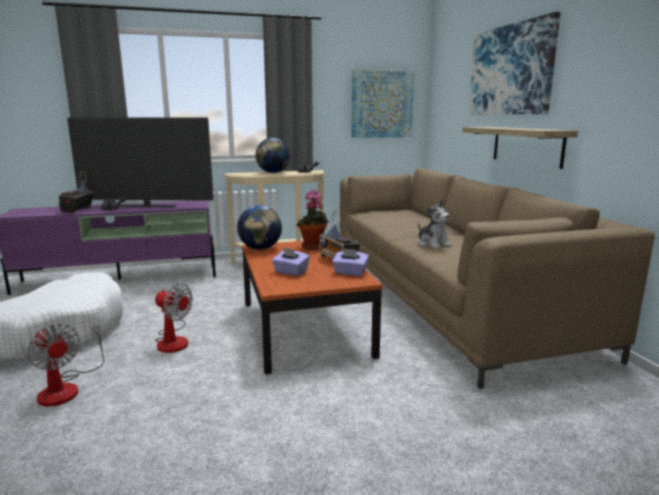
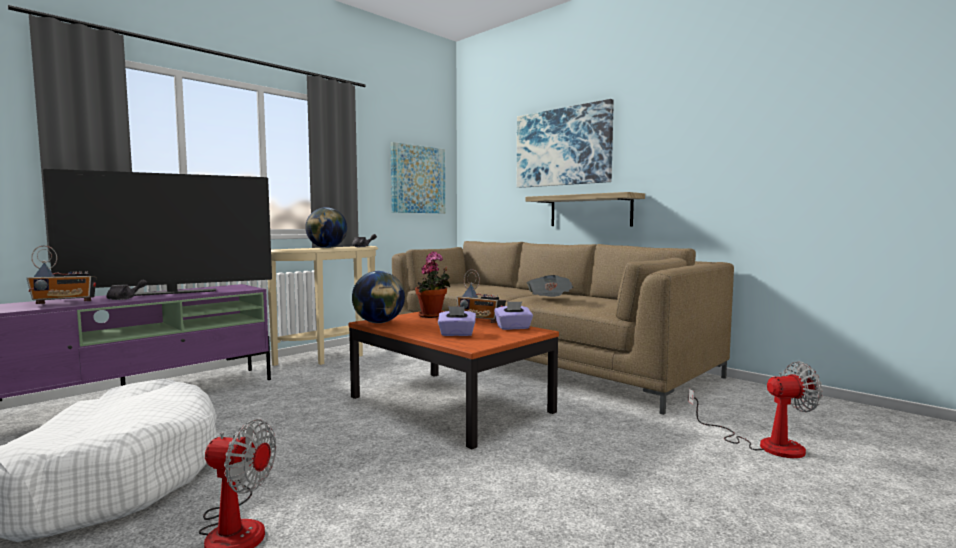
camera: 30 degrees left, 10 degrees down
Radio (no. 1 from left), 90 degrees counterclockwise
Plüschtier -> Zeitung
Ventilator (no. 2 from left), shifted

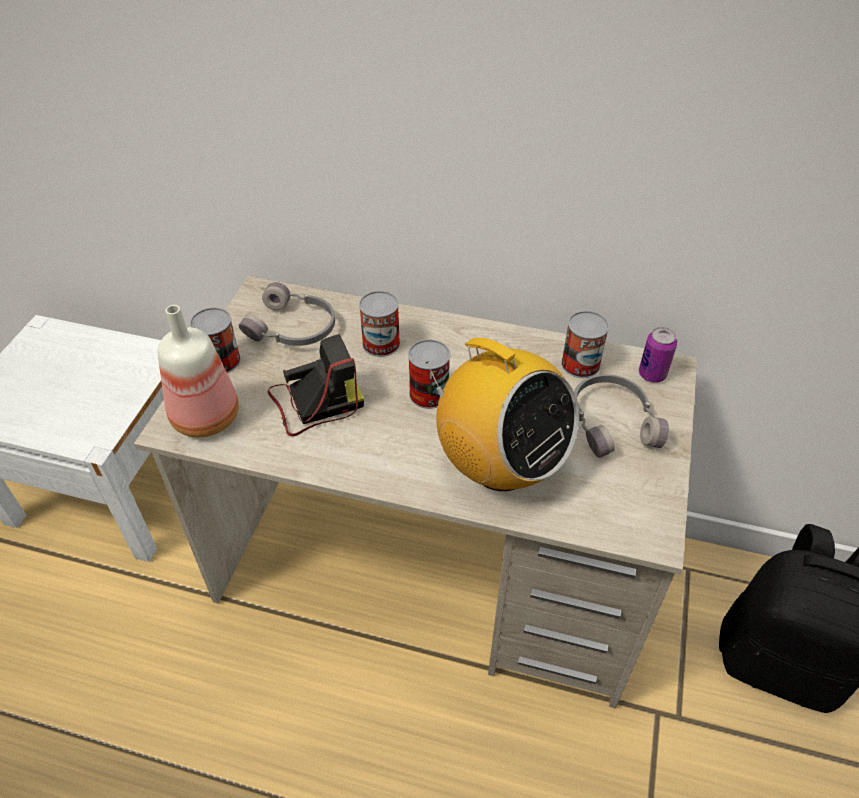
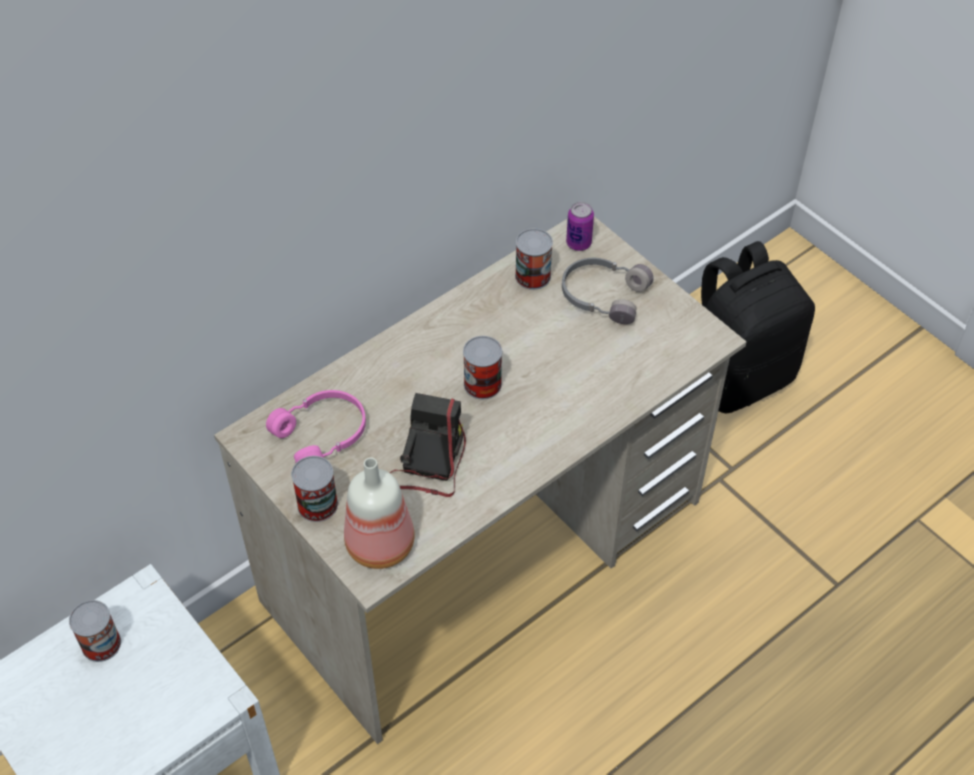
camera: 55 degrees left, 5 degrees up
Kopfhörer/grau (no. 1 from left) -> Kopfhörer/rosa
Dose (no. 2 from left in the first image) -> Dose (no. 1 from left), shifted
Radio -> none

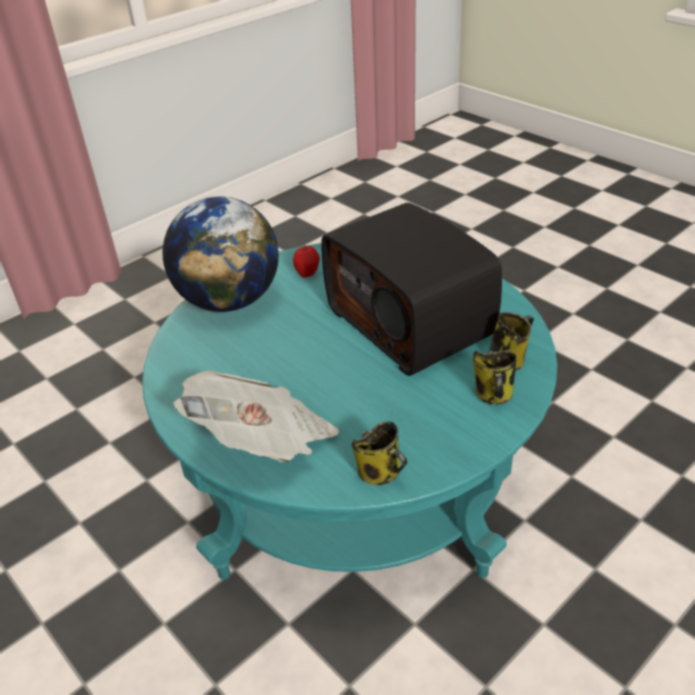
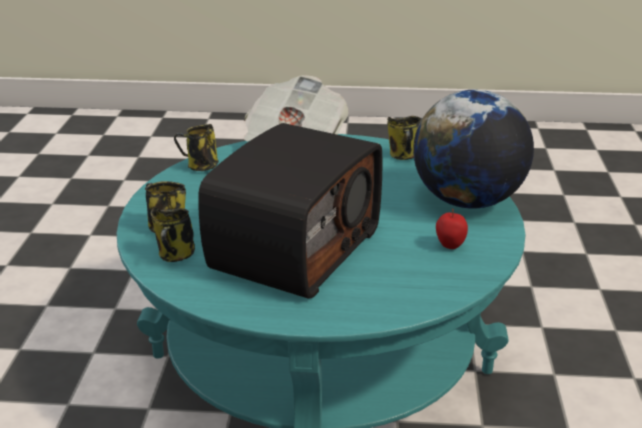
camera: 135 degrees right, 10 degrees down
Radio, 105 degrees clockwise
none -> Henkelbecher (no. 4 from left)

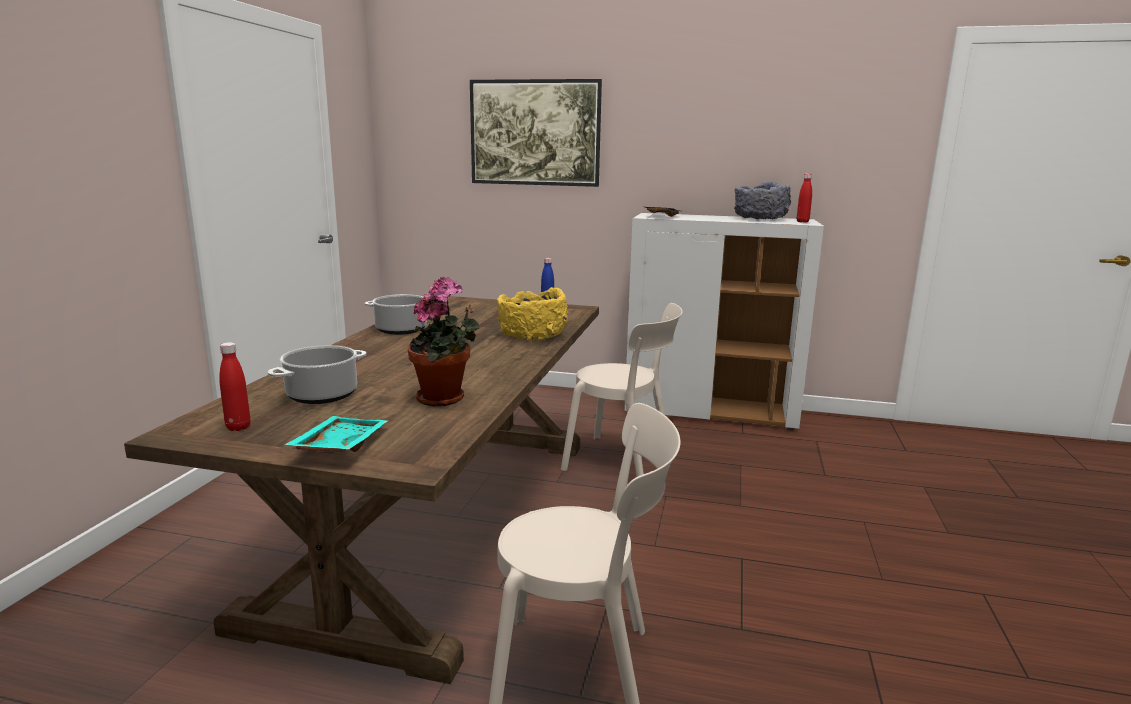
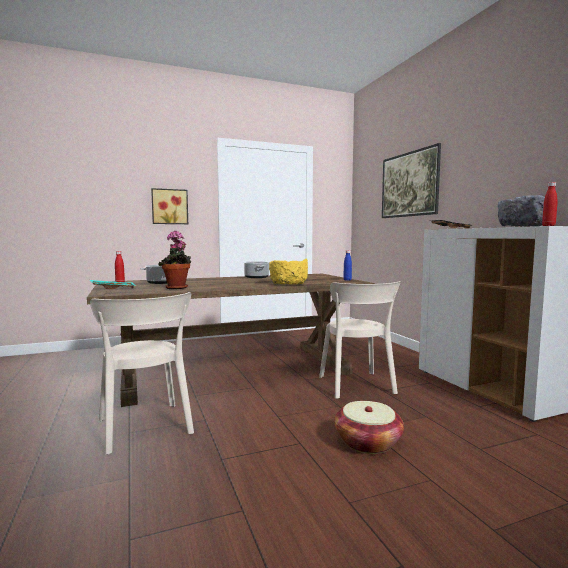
camera: 55 degrees right, 10 degrees down
none -> Bild (no. 1 from left)
none -> Korb

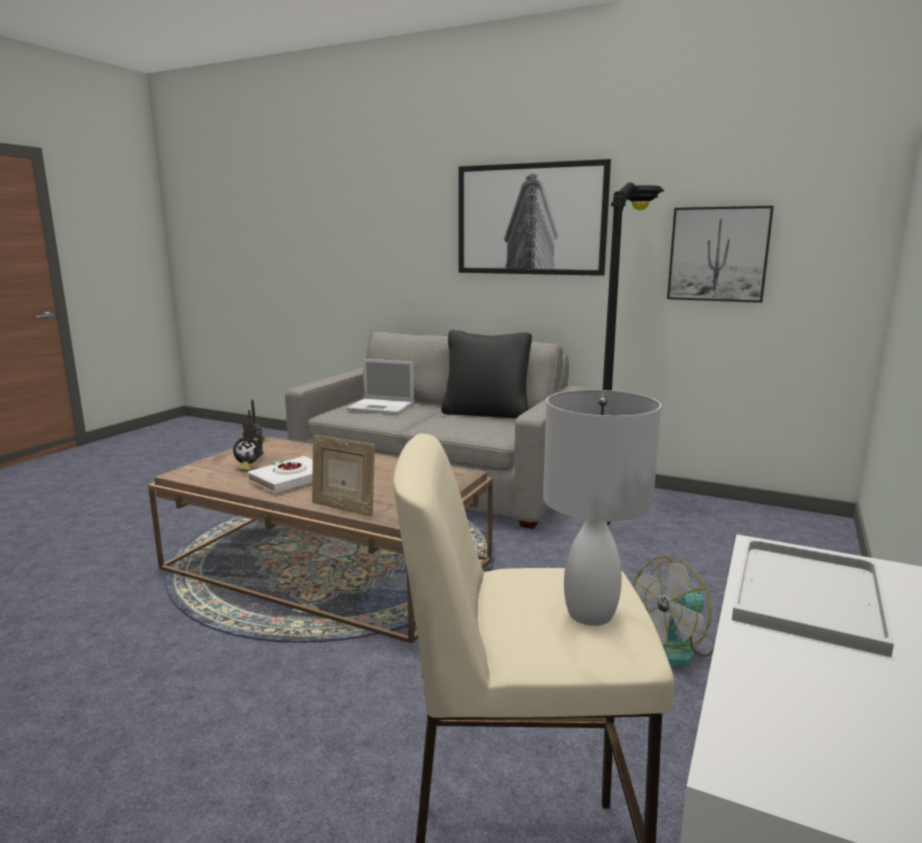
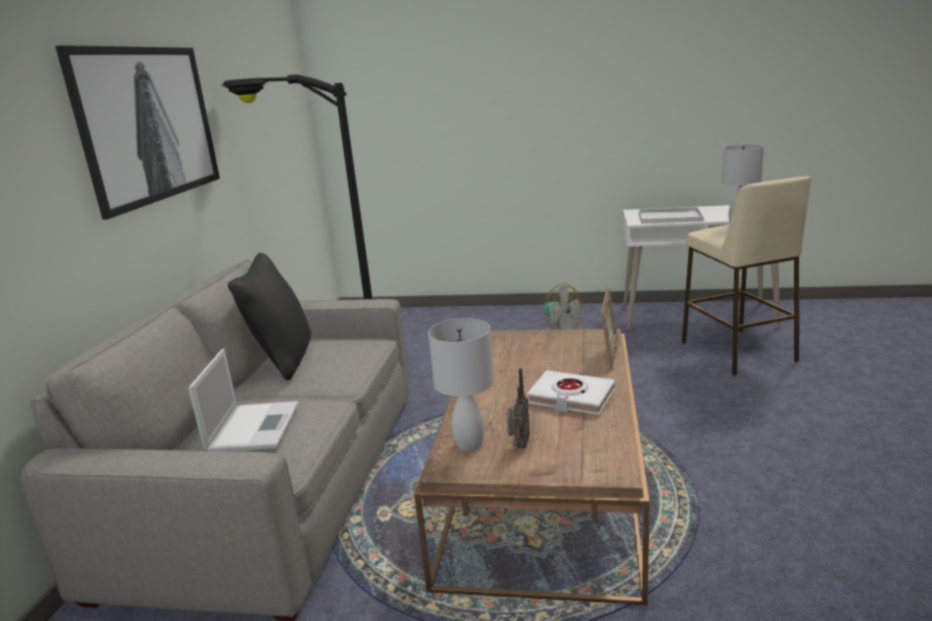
camera: 105 degrees left, 5 degrees up
Bild (no. 2 from left) -> none
Wecker -> none
none -> Tischlampe/weiß (no. 1 from left)

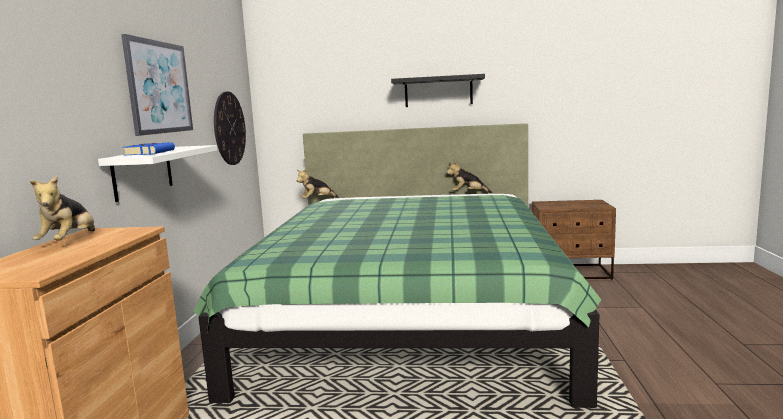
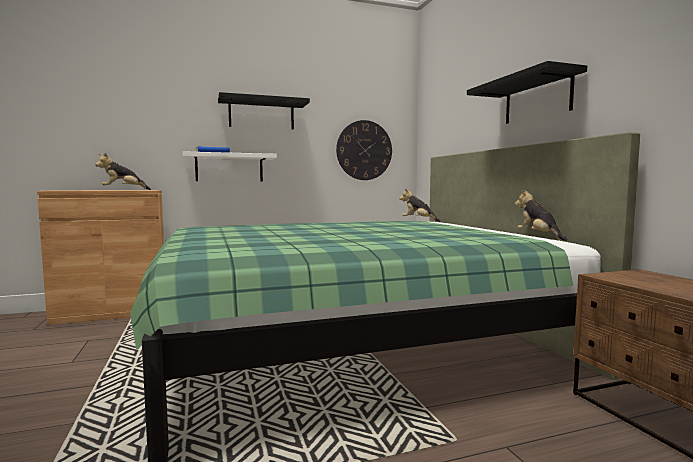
camera: 65 degrees right, 5 degrees down
Bild -> Wandregal/schwarz (no. 1 from left)

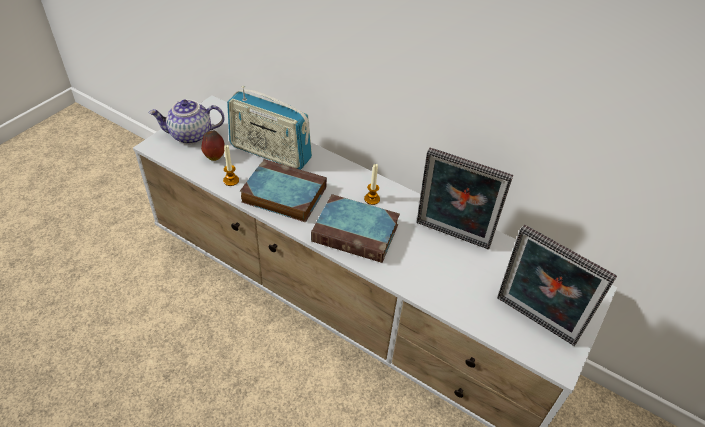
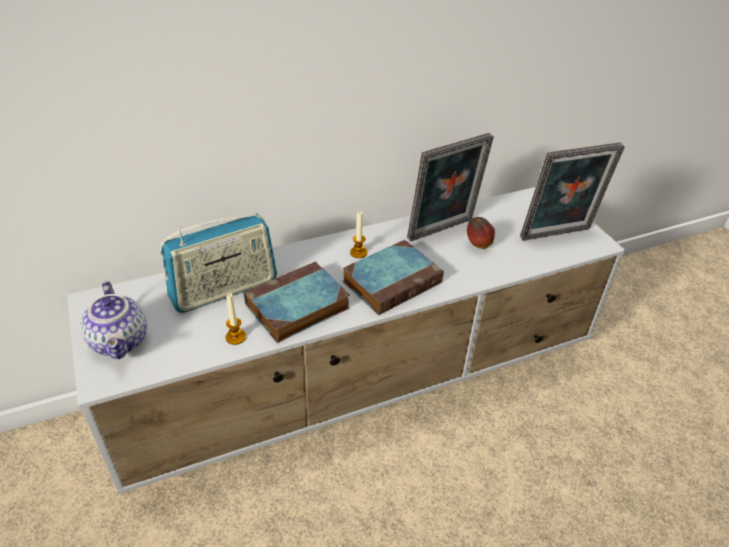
camera: 55 degrees left, 5 degrees down
Teekanne, 45 degrees counterclockwise
Apfel, shifted

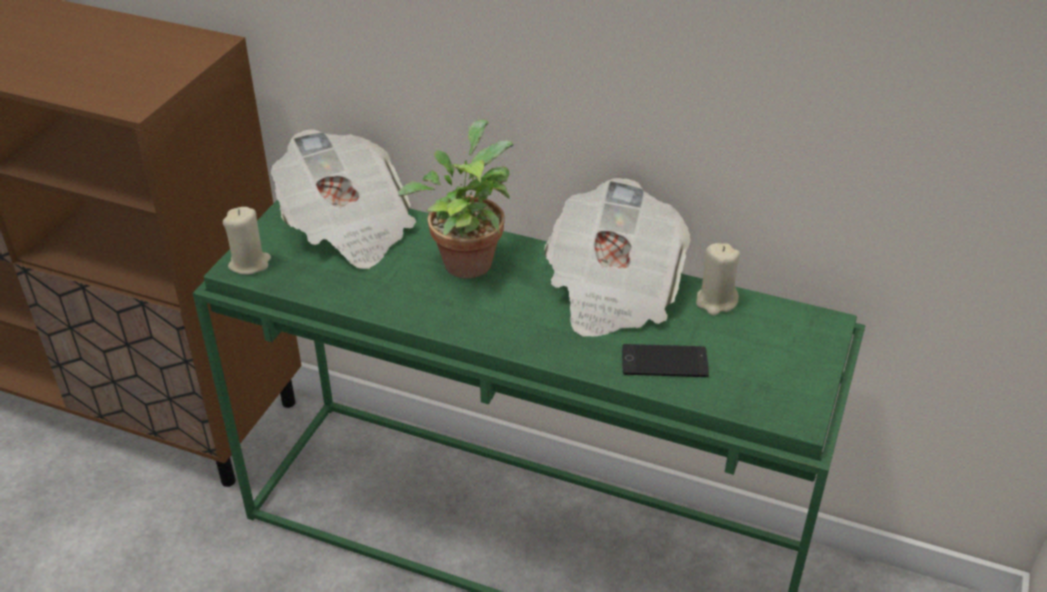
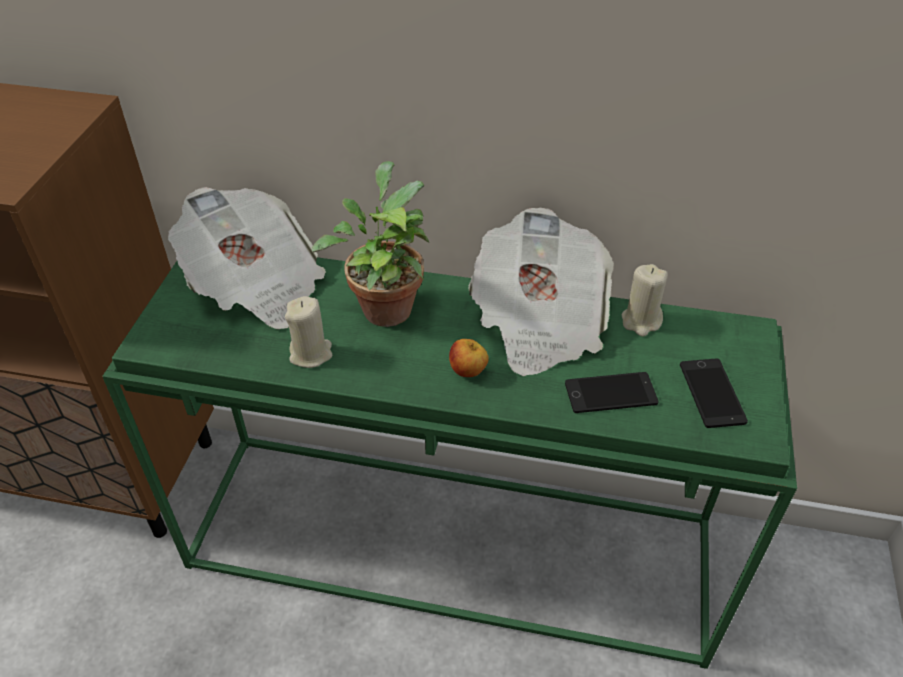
camera: 10 degrees left, 5 degrees up
Kerze/beige (no. 1 from left), shifted
none -> Apfel
none -> Handy (no. 2 from left)

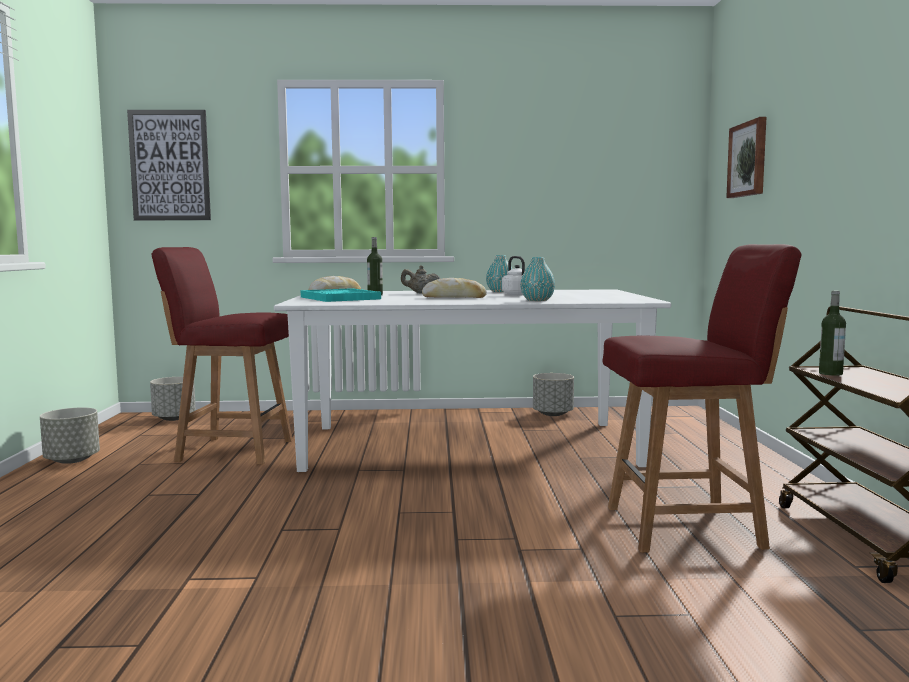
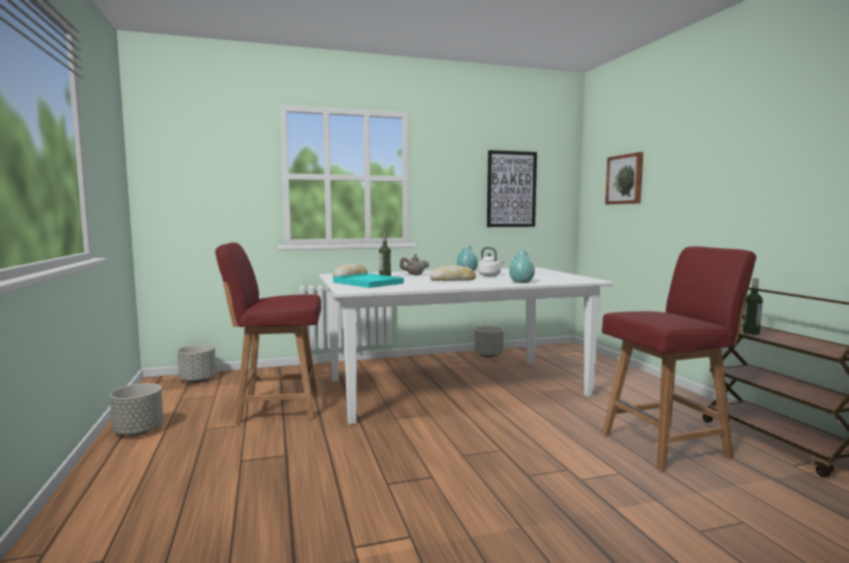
camera: 15 degrees left, 0 degrees up
Bild (no. 1 from left), shifted

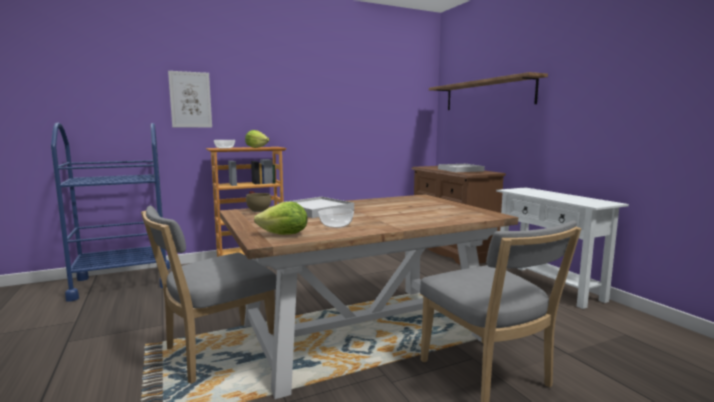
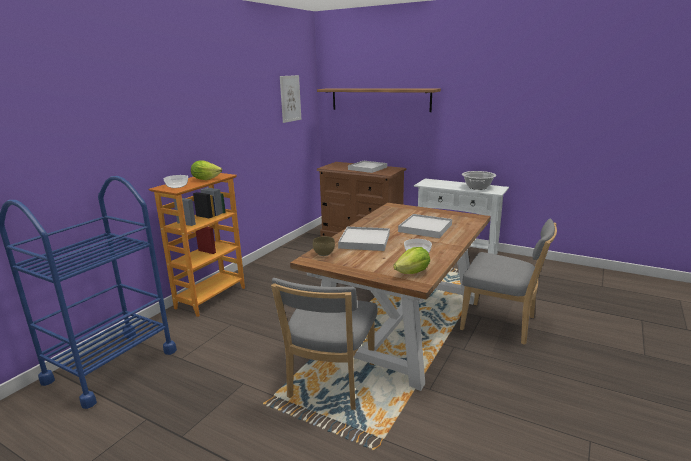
camera: 35 degrees left, 10 degrees up
Bild, shifted
none -> Kochtopf
none -> Tablett/weiß (no. 3 from left)

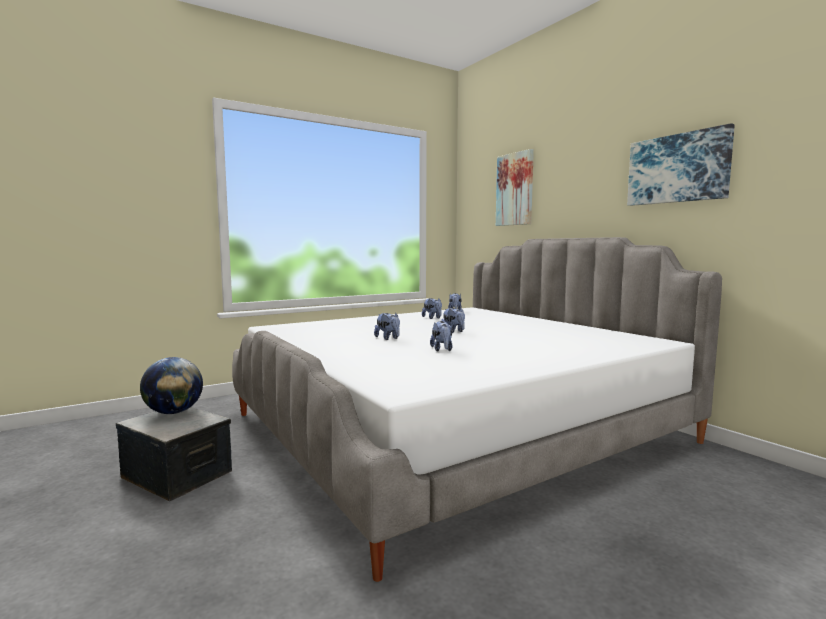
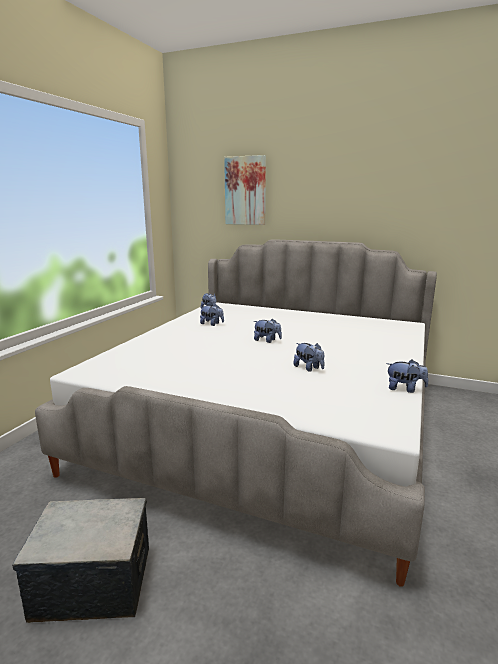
camera: 35 degrees left, 10 degrees up
Bild (no. 2 from left) -> none
Plüschtier (no. 1 from left in the first image) -> Plüschtier (no. 5 from left), shifted
Globus -> none

